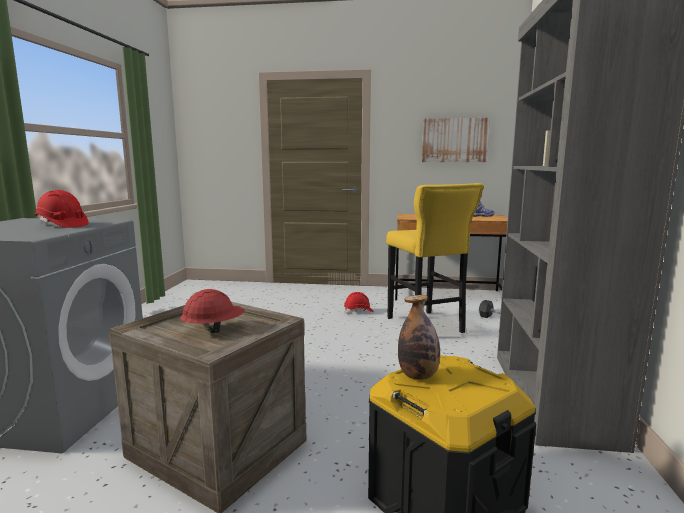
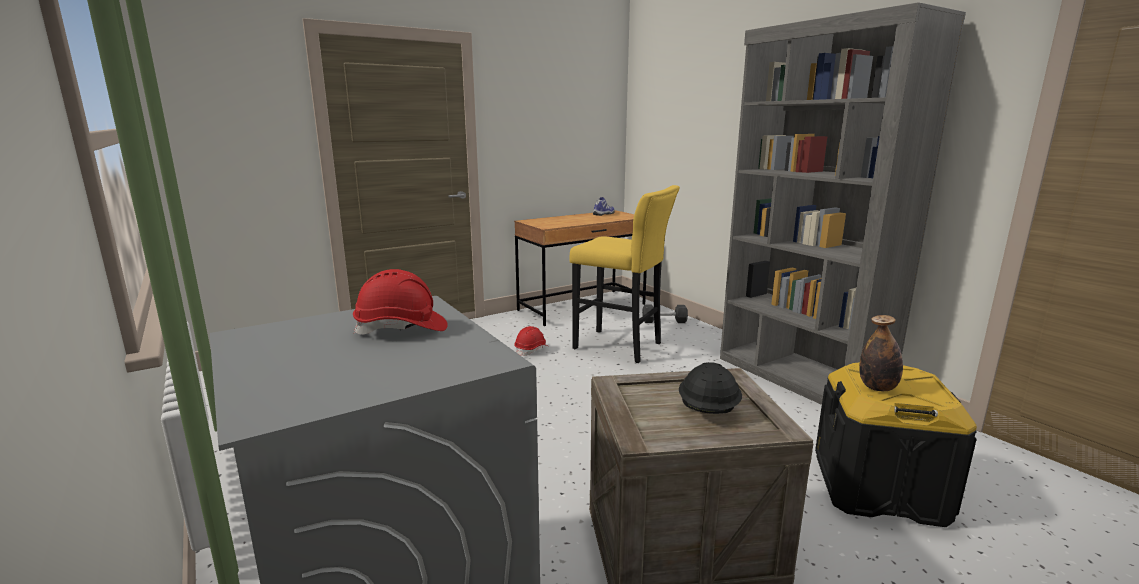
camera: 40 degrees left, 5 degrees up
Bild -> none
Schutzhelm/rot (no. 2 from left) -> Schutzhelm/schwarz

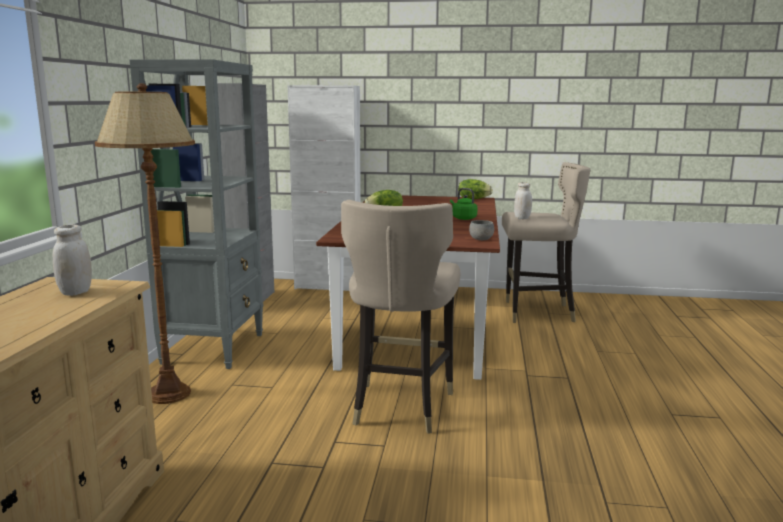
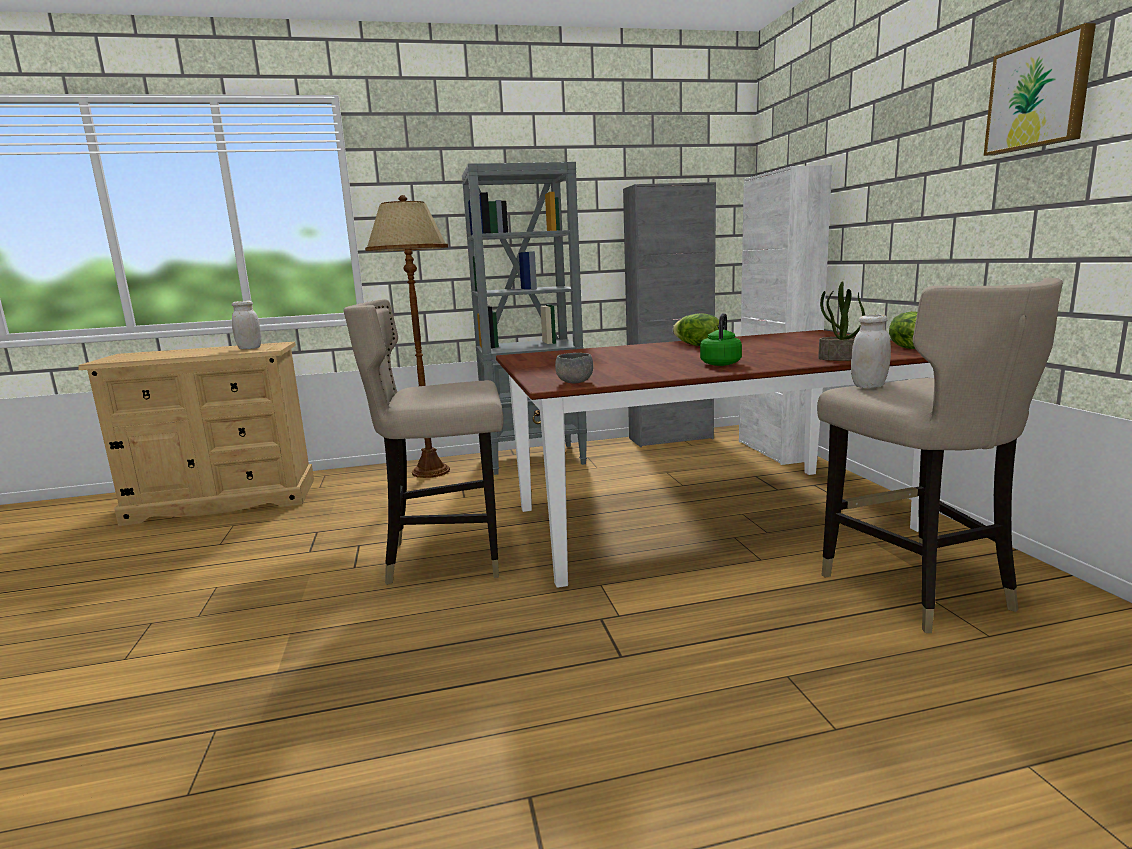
camera: 70 degrees right, 0 degrees up
none -> Bild
none -> Topfpflanze

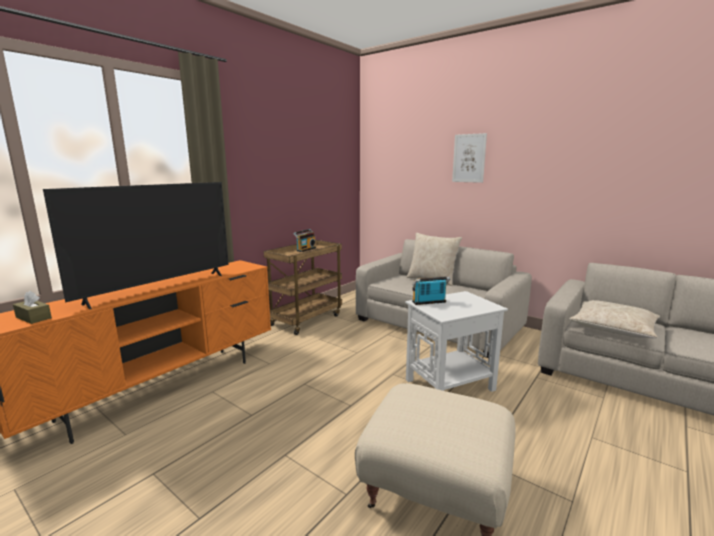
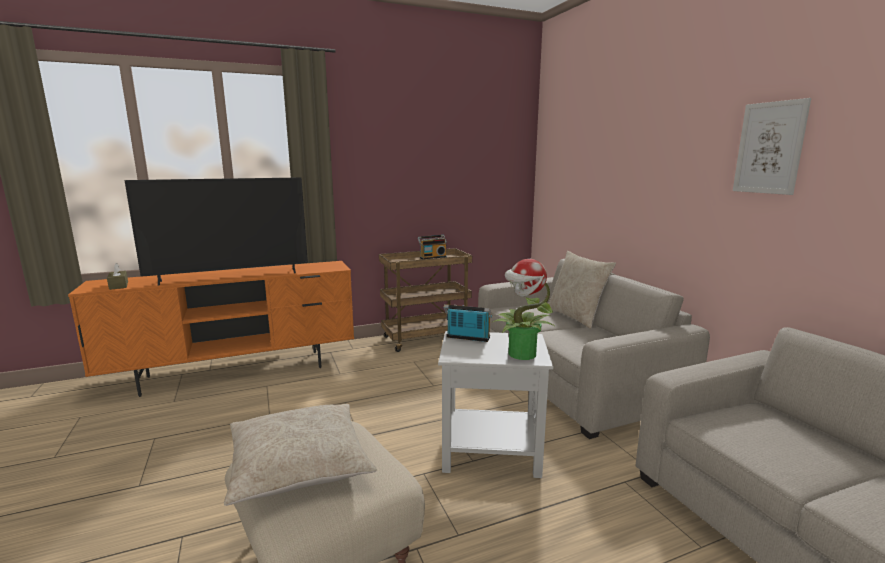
camera: 30 degrees right, 0 degrees up
Bild, shifted
Kissen/beige (no. 2 from left in the first image) -> Kissen/beige (no. 1 from left), shifted
none -> Topfpflanze

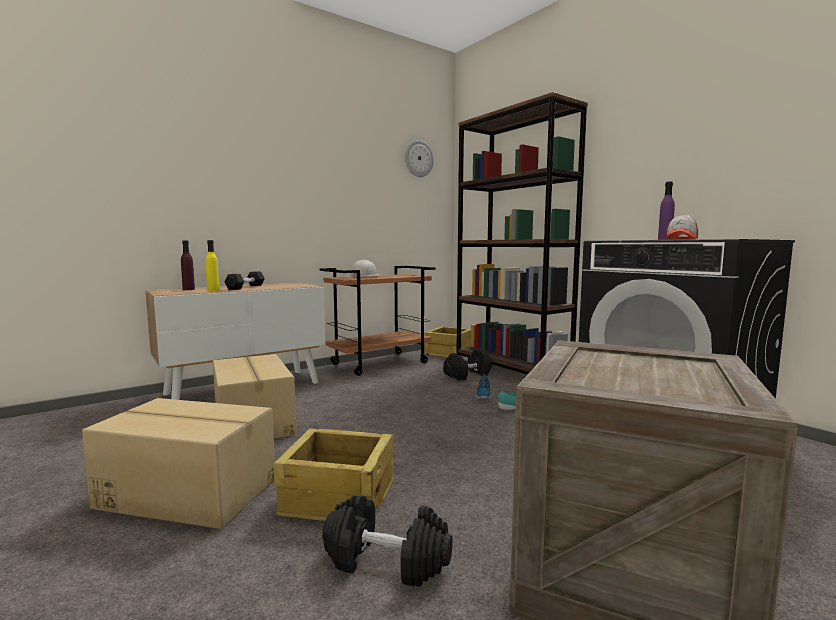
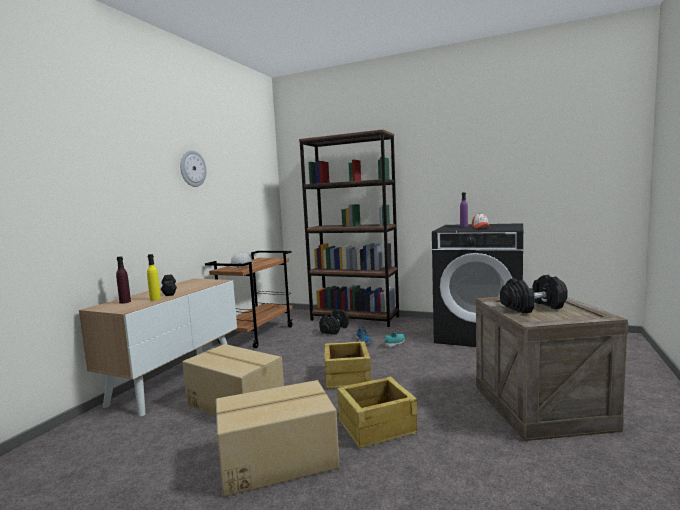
camera: 30 degrees left, 0 degrees up
Wanduhr, shifted
Kiste (no. 2 from left in the first image) -> Kiste (no. 1 from left), shifted
Hantel/schwarz (no. 2 from left in the first image) -> Hantel/schwarz (no. 3 from left), shifted

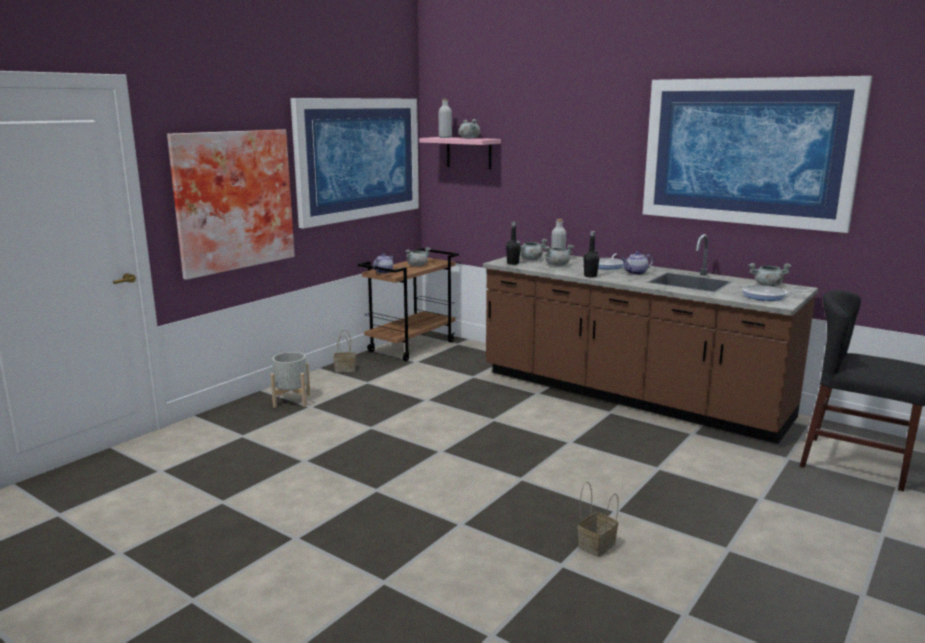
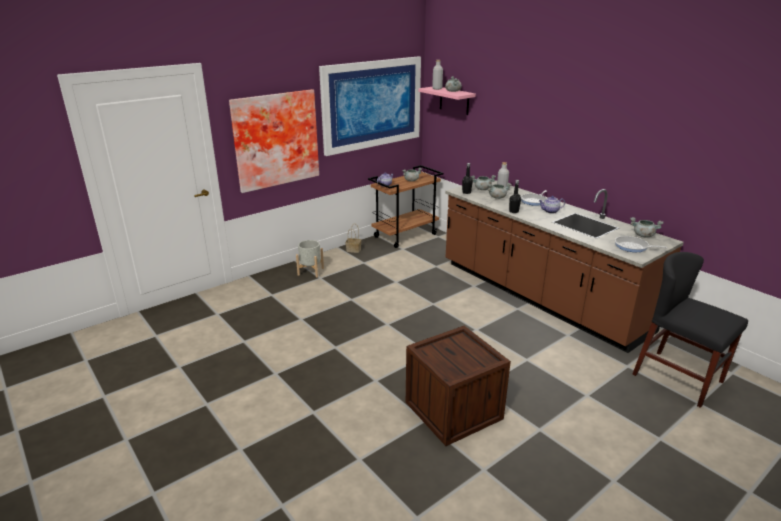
camera: 15 degrees right, 10 degrees up
Bild (no. 3 from left) -> none
Korb (no. 2 from left) -> Kiste

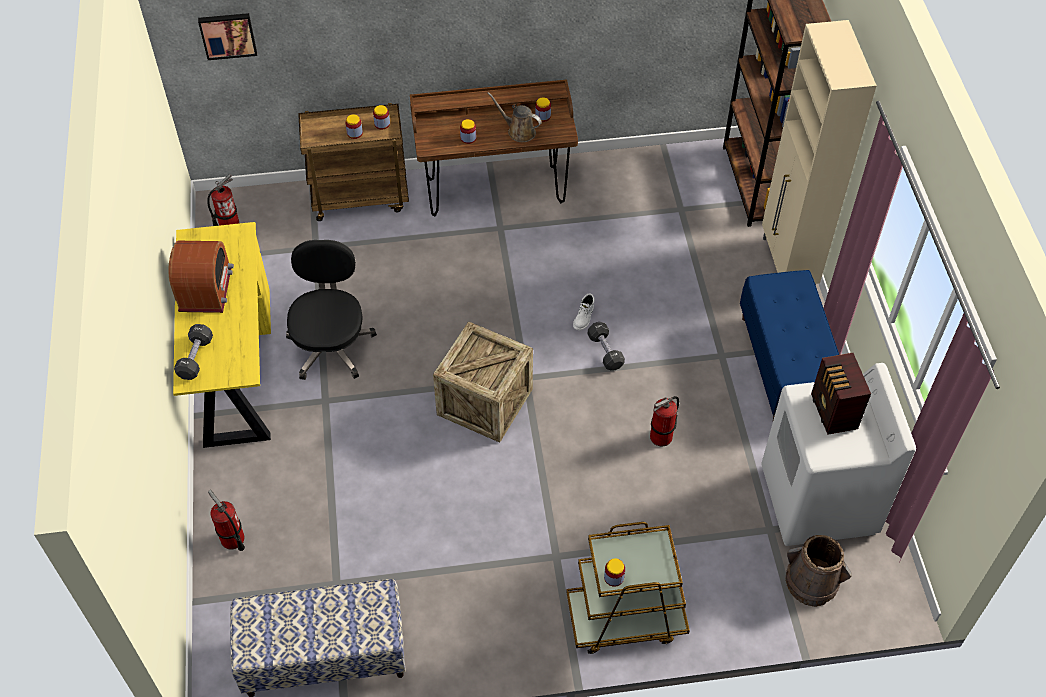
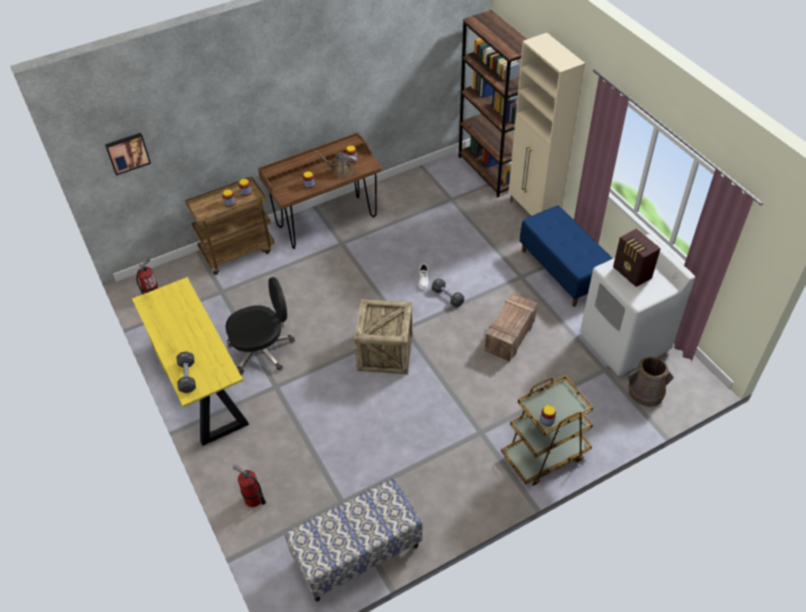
camera: 20 degrees left, 5 degrees down
Bürostuhl/schwarz, 90 degrees clockwise
Radio (no. 1 from left) -> none
Feuerlöscher (no. 3 from left) -> Kiste (no. 2 from left)

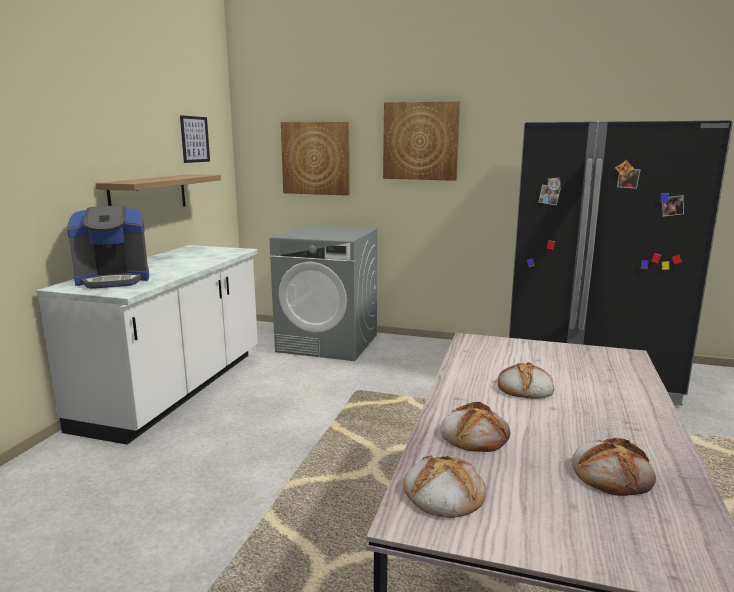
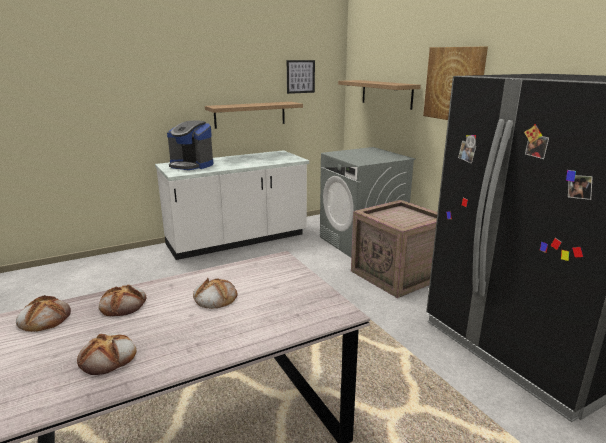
camera: 45 degrees right, 5 degrees up
Bild (no. 2 from left) -> Wandregal (no. 2 from left)
none -> Kiste

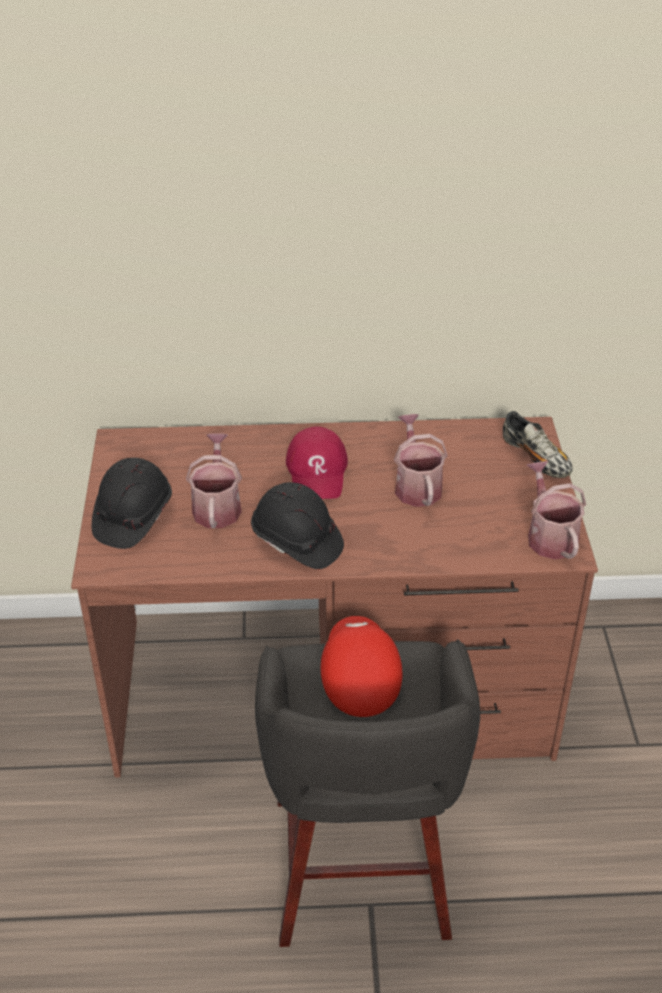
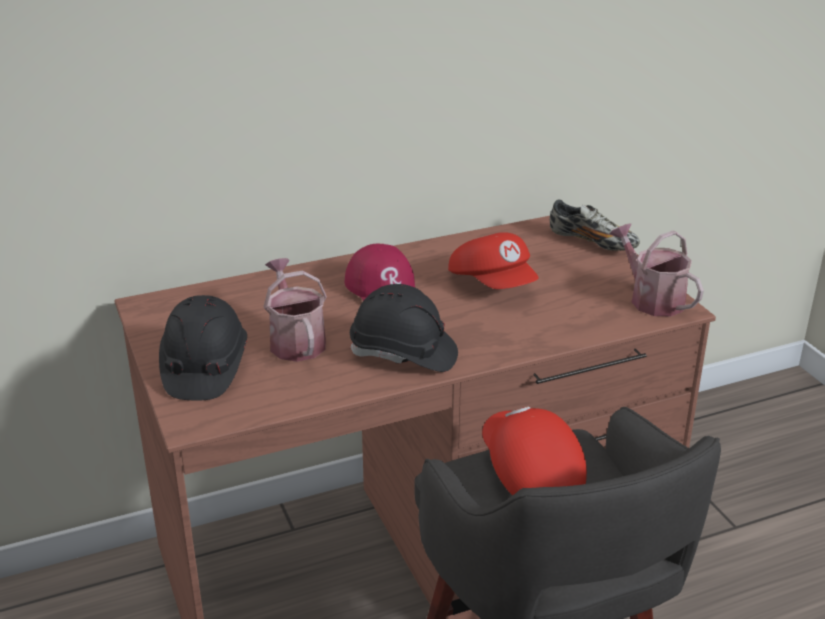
camera: 20 degrees left, 10 degrees down
Gießkanne (no. 2 from left) -> Kappe/rot (no. 2 from left)

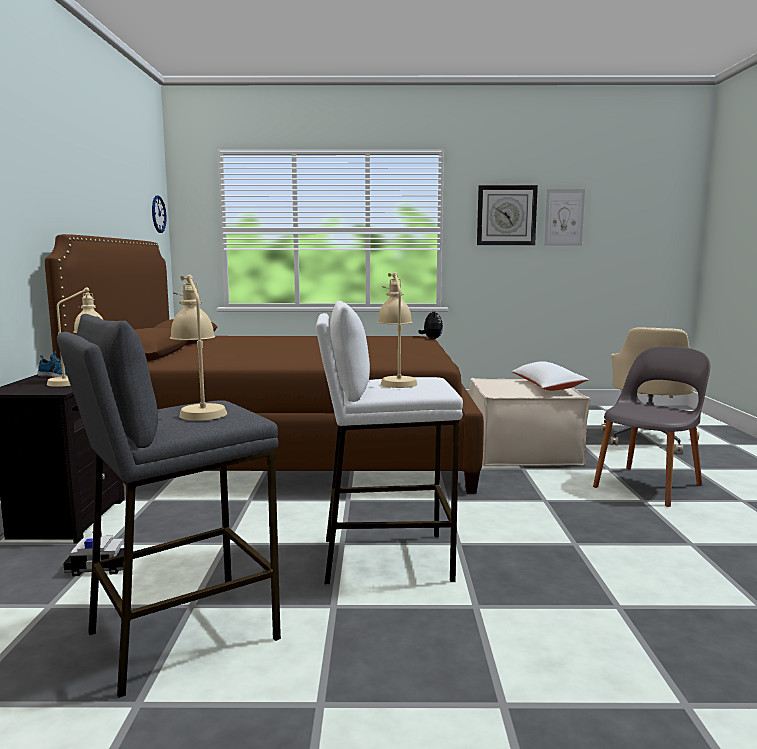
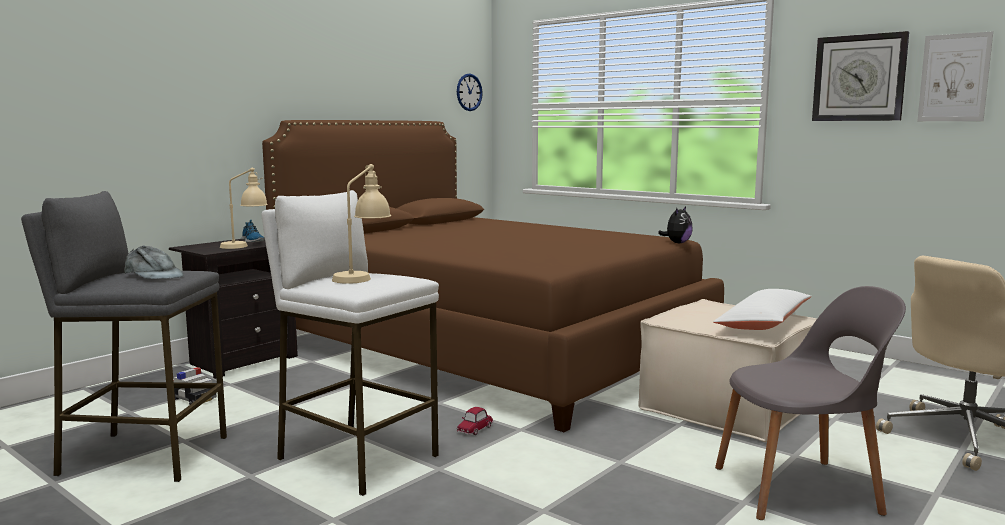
camera: 40 degrees right, 0 degrees up
Tischlampe/beige (no. 2 from left) -> Kappe/grau
none -> Spielzeugauto (no. 2 from left)

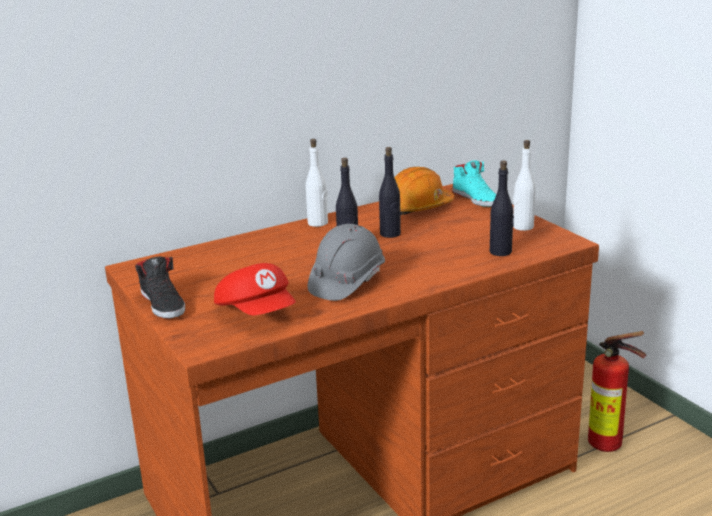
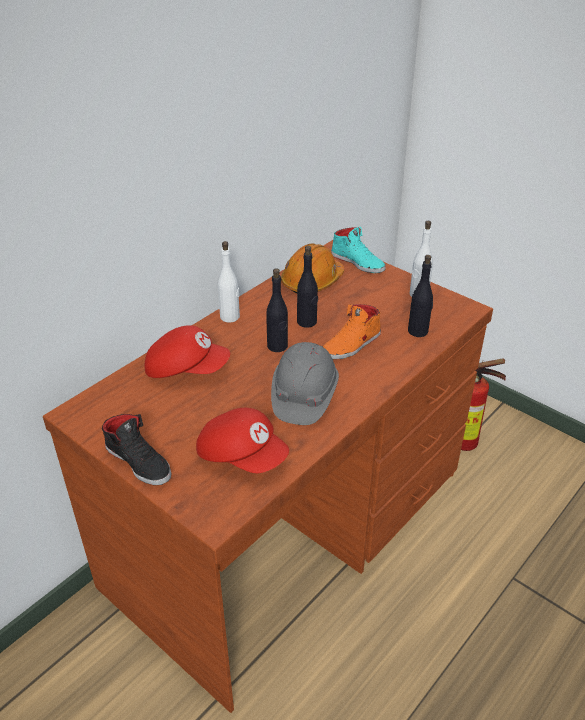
camera: 20 degrees left, 15 degrees up
none -> Schuh/orange
none -> Kappe/rot (no. 1 from left)

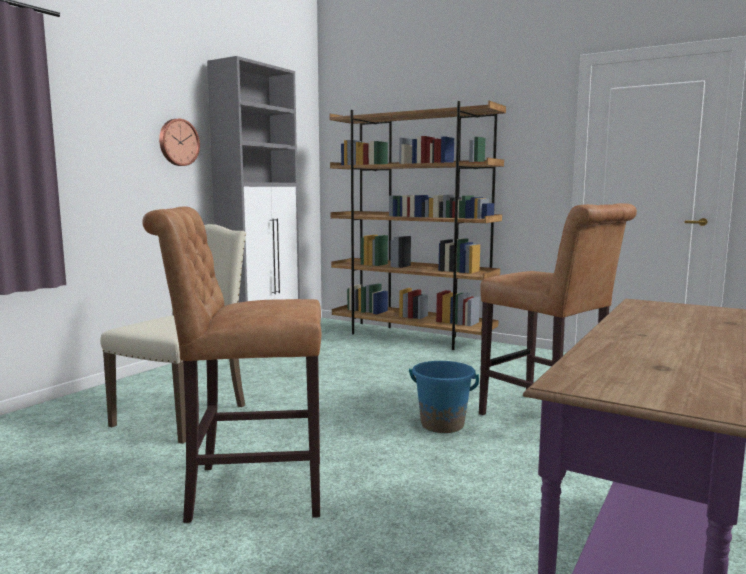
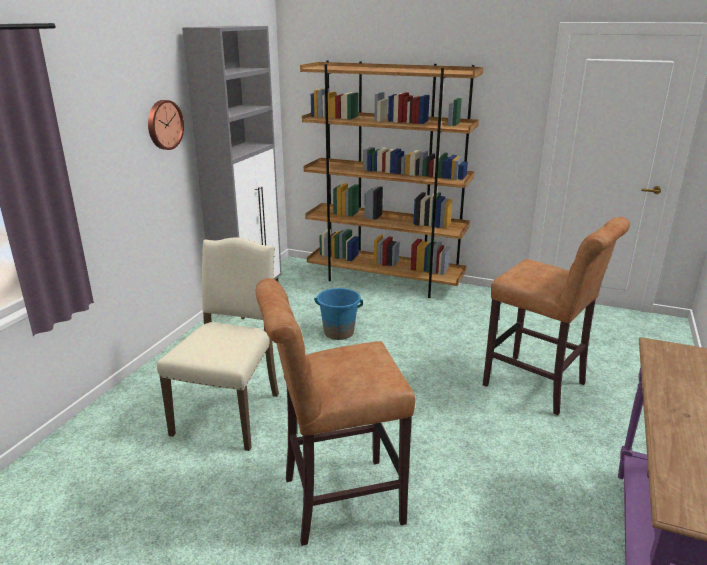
camera: 10 degrees left, 15 degrees up
Eimer/blau, shifted

